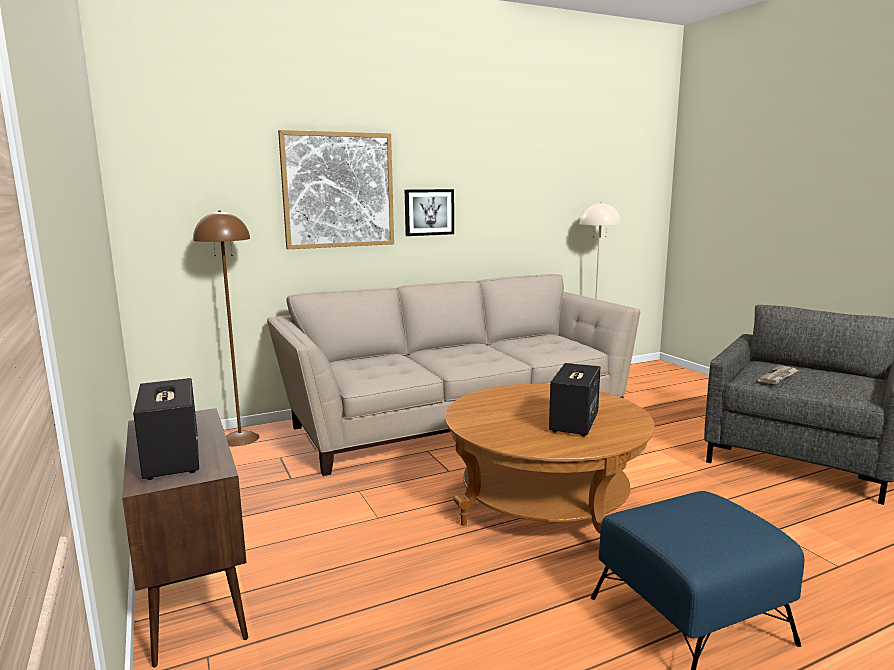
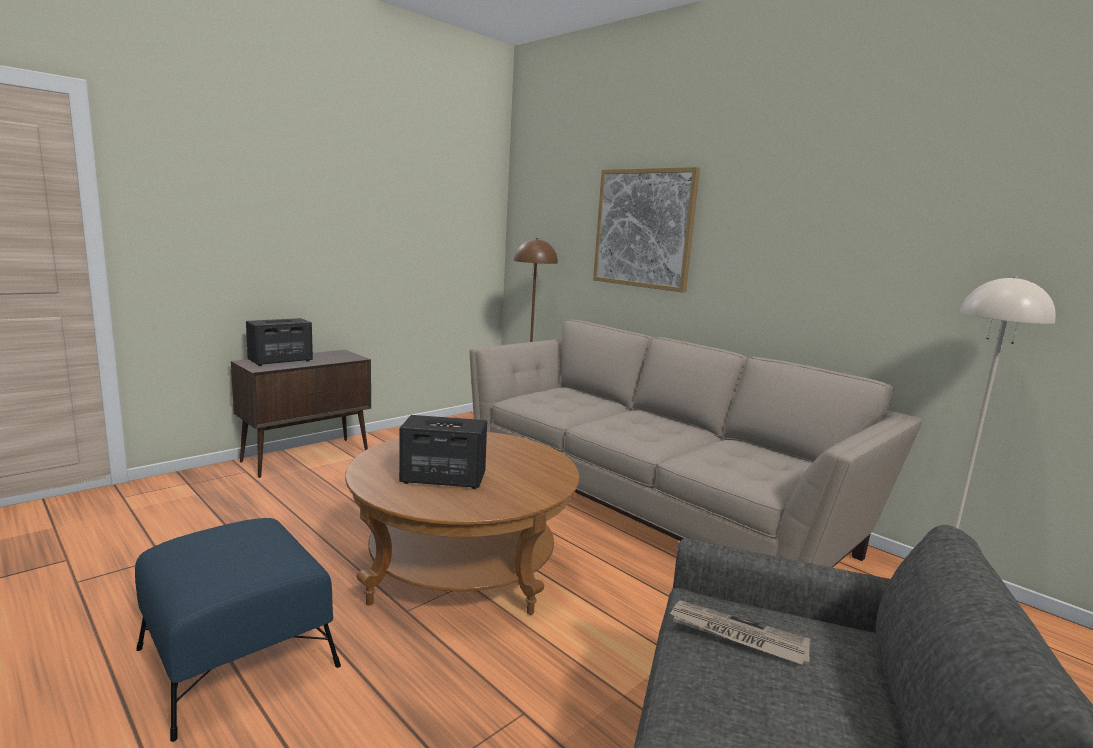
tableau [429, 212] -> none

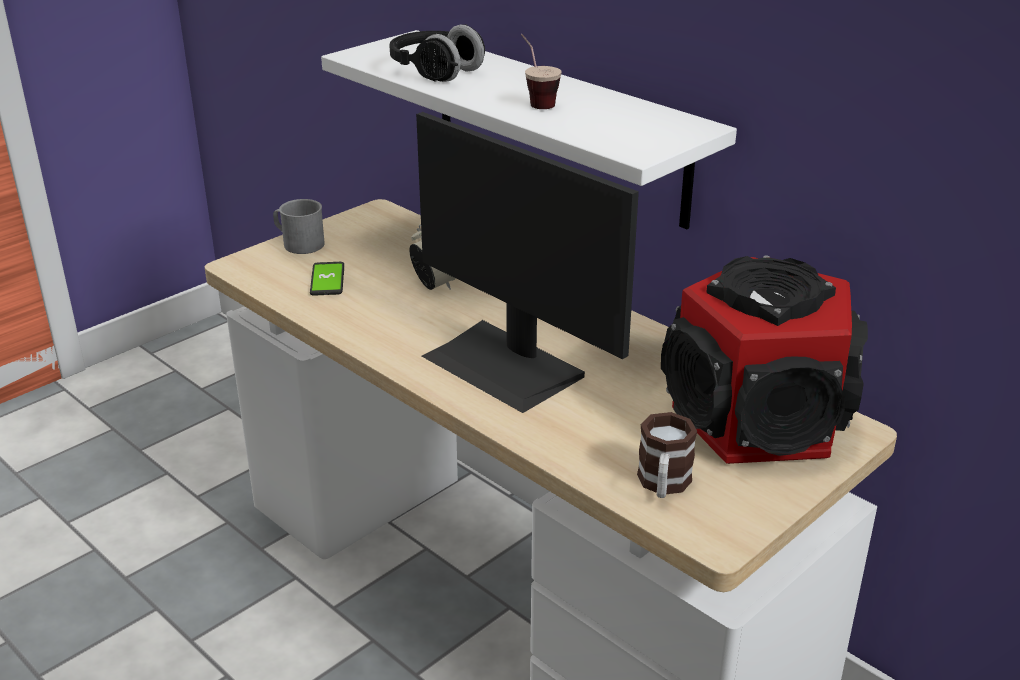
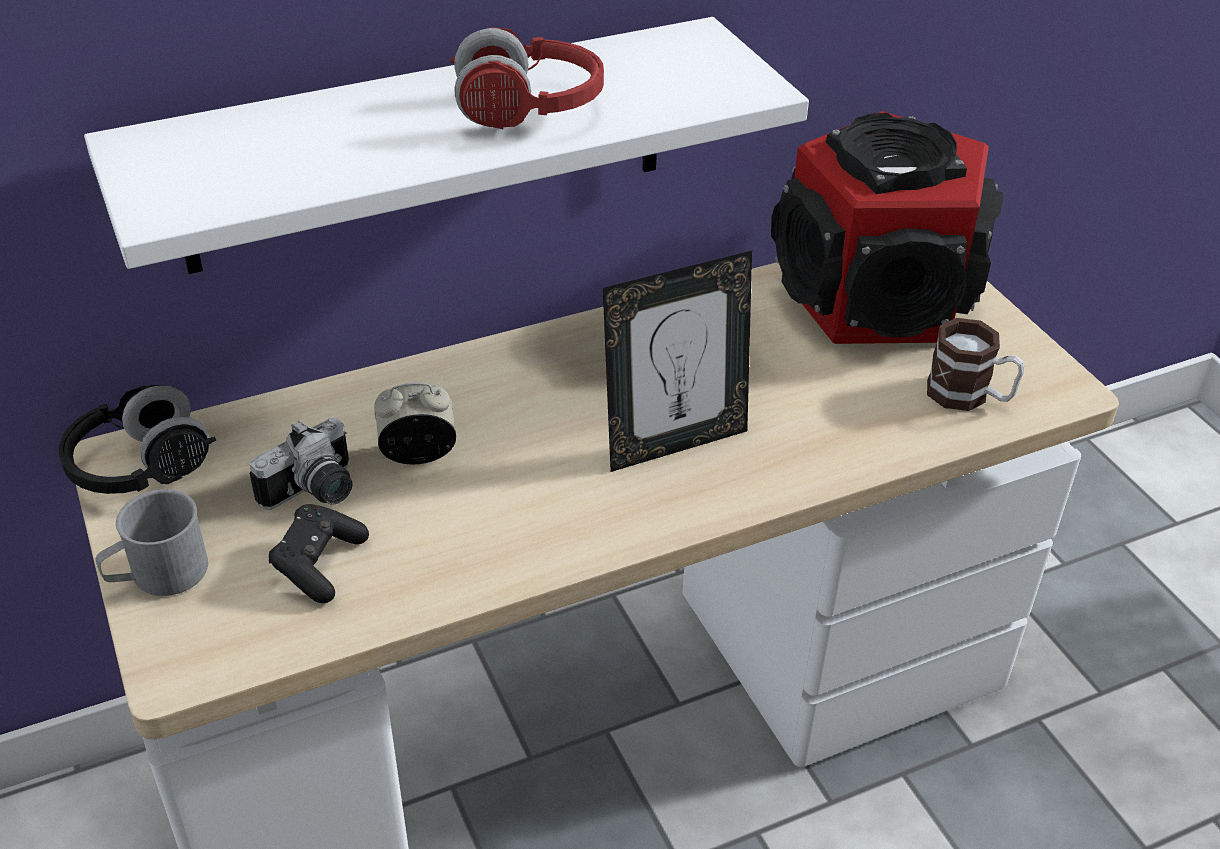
casque audio [noir] [436, 72] -> casque audio [noir] [141, 468], moved
tasse [535, 101] -> casque audio [rouge] [528, 110]
écran d'ordinateur [505, 365] -> cadre photo [674, 443]
téléphone [327, 280] -> manette [noir] [319, 564]
none -> appareil photo [315, 493]

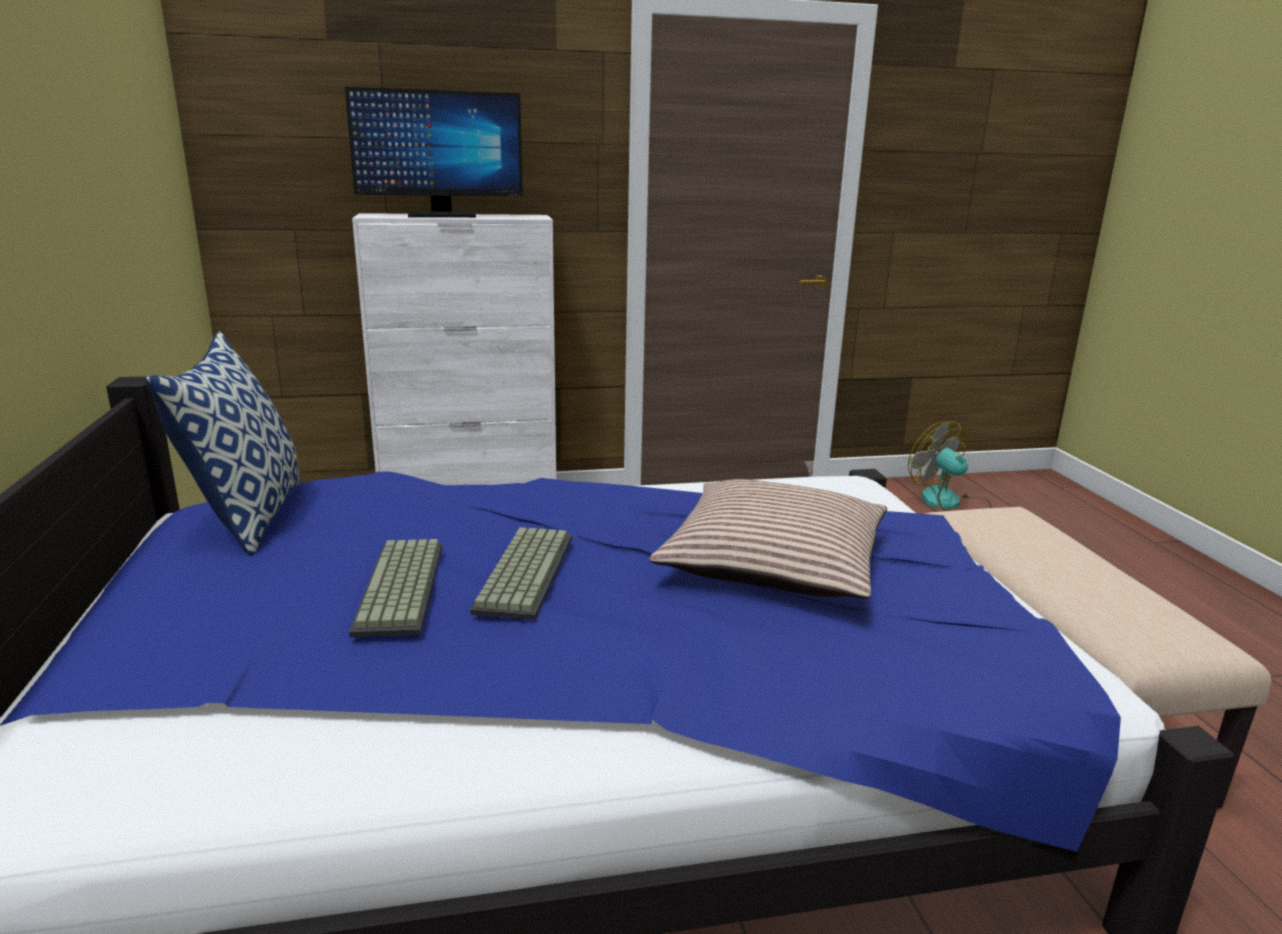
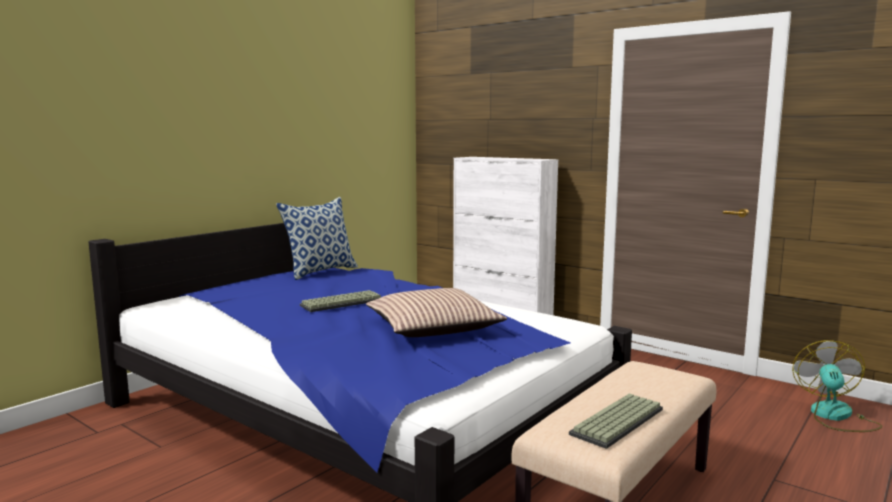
écran d'ordinateur [441, 216] -> none
clavier [403, 588] -> clavier [618, 422], moved

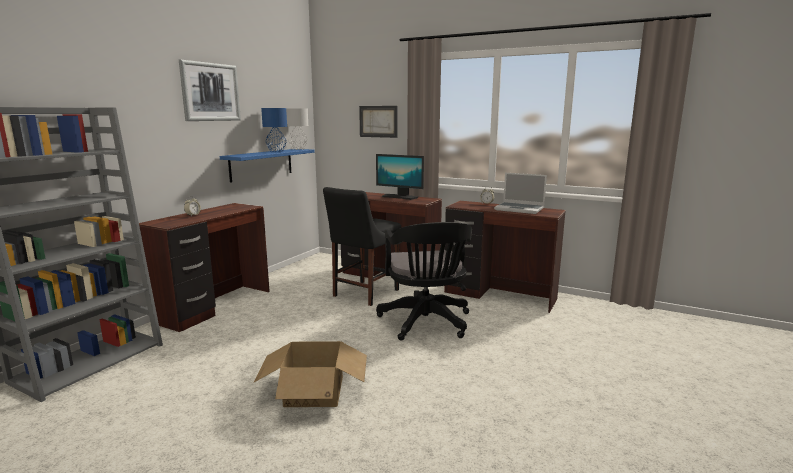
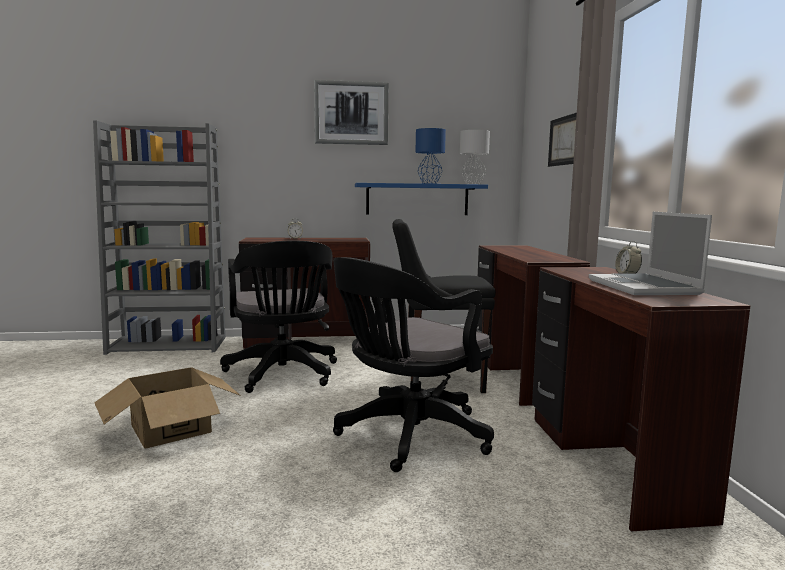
écran d'ordinateur [400, 197] -> none
none -> chaise de bureau [noir] [283, 375]

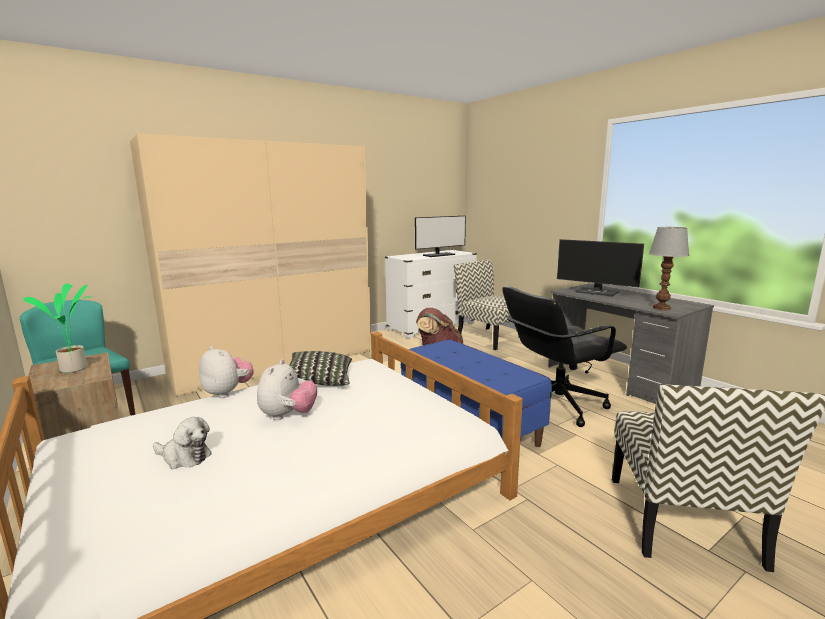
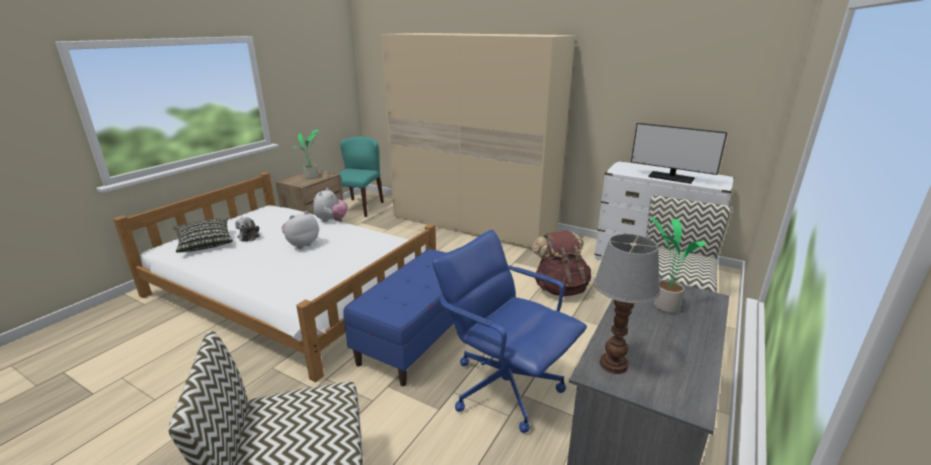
écran d'ordinateur [597, 292] -> plante en pot [664, 305]
chaise de bureau [noir] [556, 404] -> chaise de bureau [bleu] [505, 387]
coussin [319, 380] -> coussin [205, 243], moved
peluche [288, 416] -> peluche [301, 244], 150 degrees clockwise

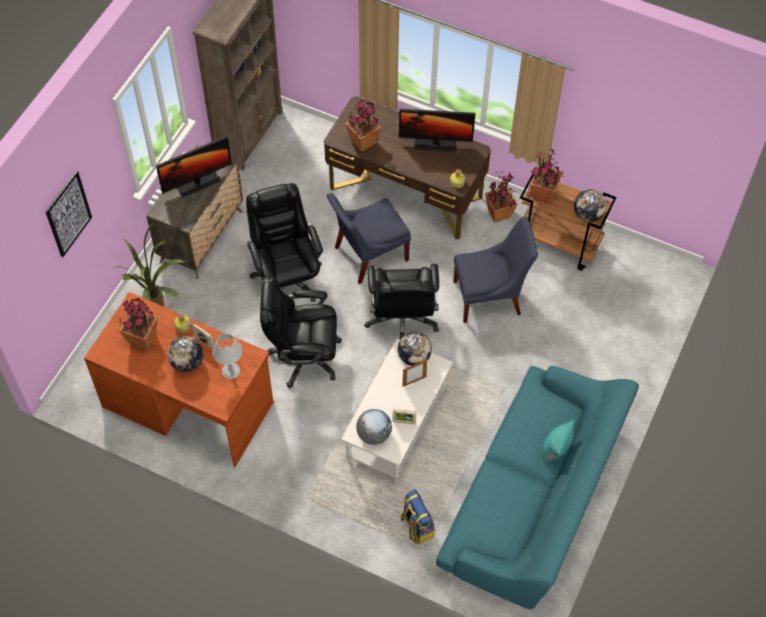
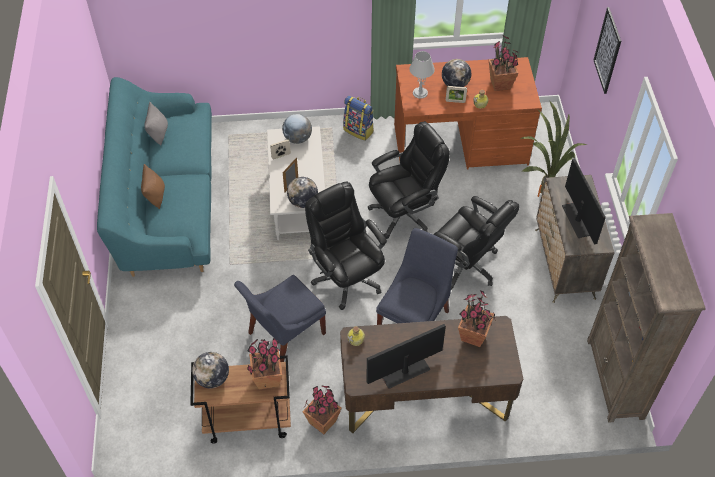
écran d'ordinateur [197, 182] -> écran d'ordinateur [578, 219], 135 degrees clockwise
coussin [turquoise] [555, 449] -> coussin [marron] [155, 195]
sac à dos [416, 526] -> sac à dos [359, 130], moved
none -> coussin [gris] [158, 133]

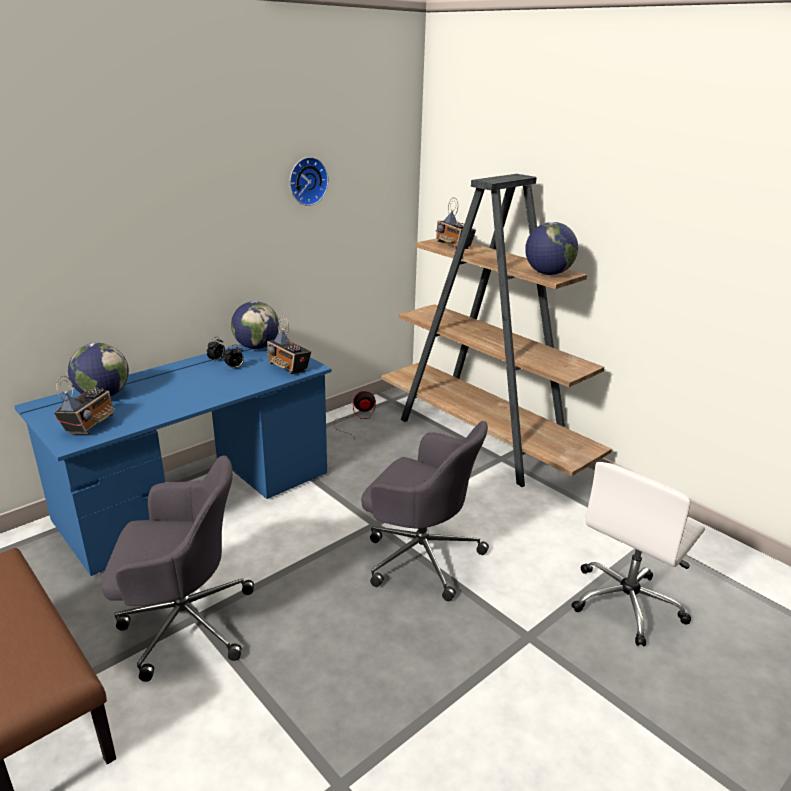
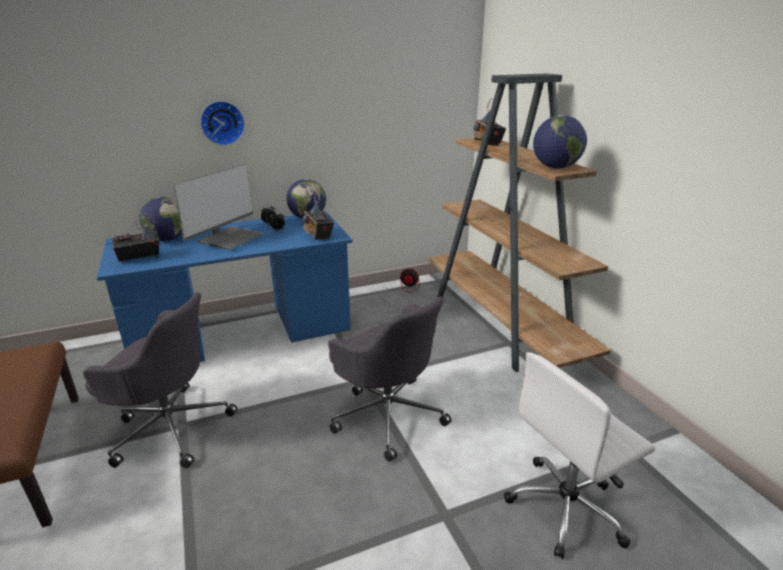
horloge murale [306, 181] -> horloge murale [222, 123], moved
radio [89, 425] -> radio [139, 258], 150 degrees counterclockwise
none -> écran d'ordinateur [230, 239]

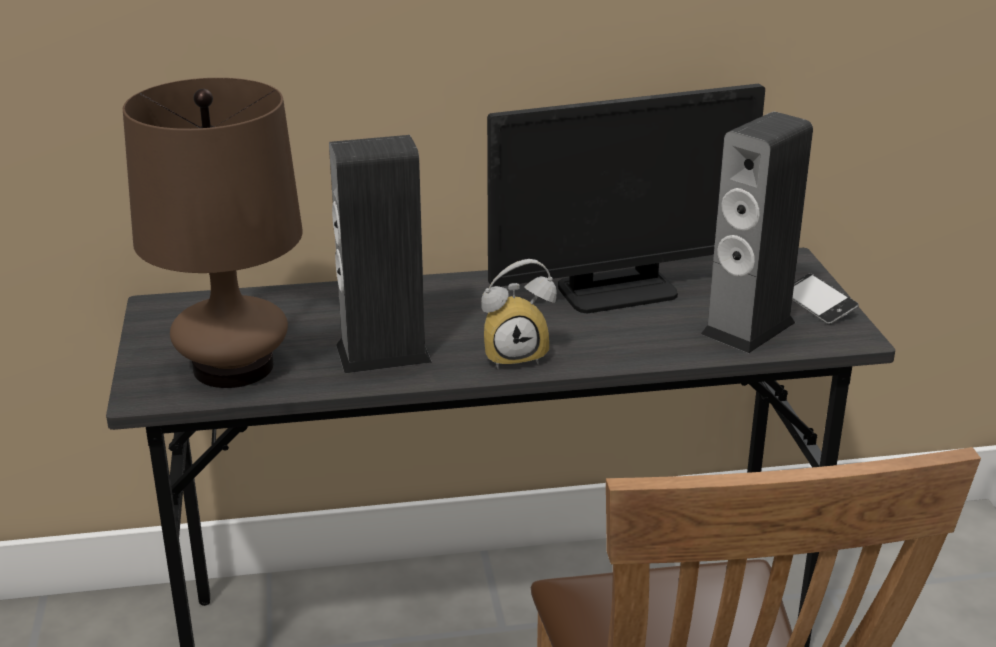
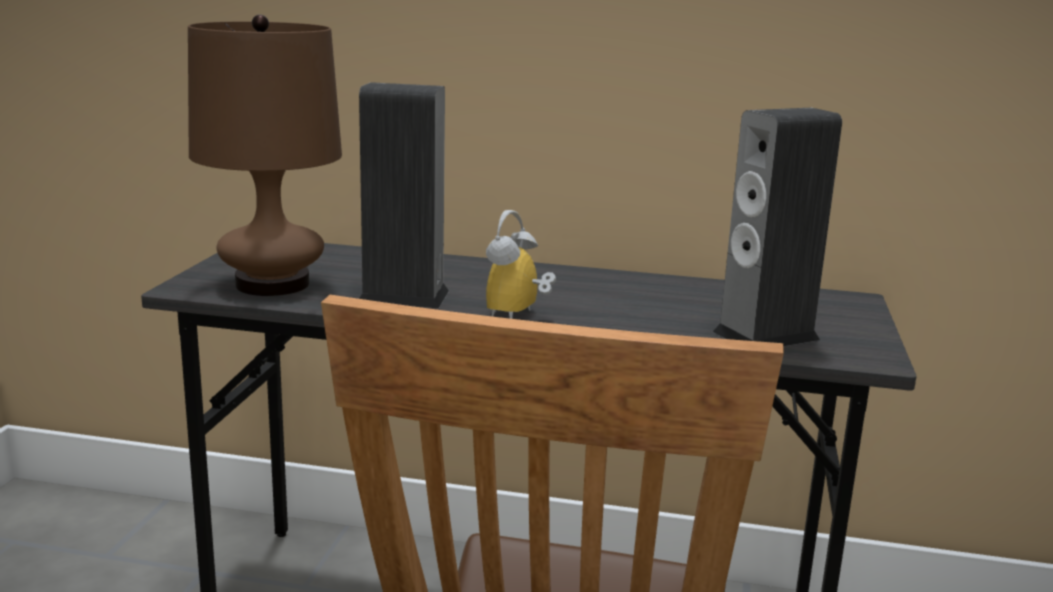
écran d'ordinateur [617, 290] -> none
réveil [516, 354] -> réveil [519, 316], 105 degrees clockwise
téléphone [818, 305] -> none

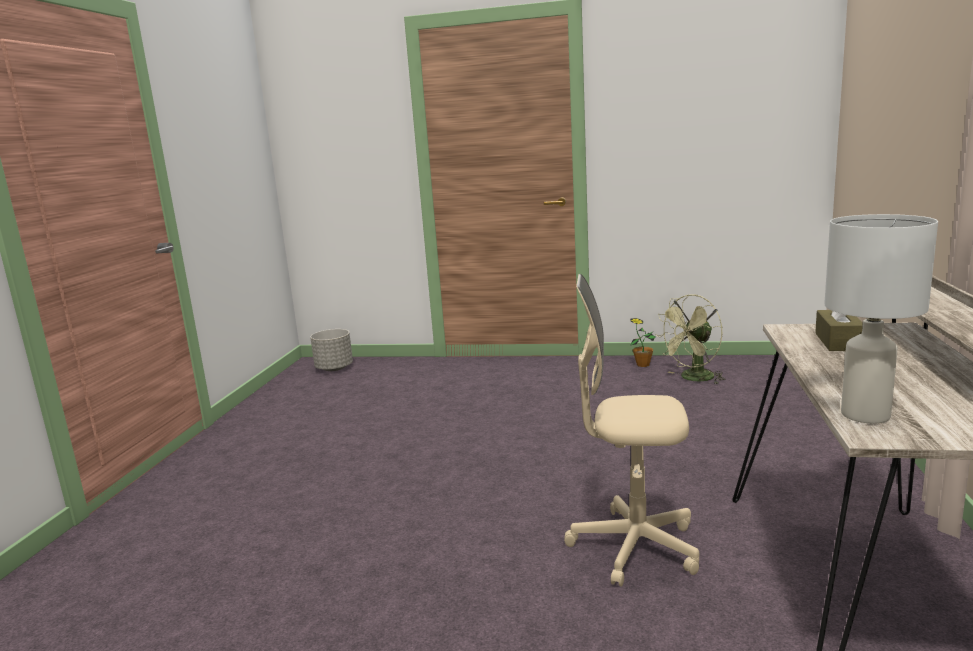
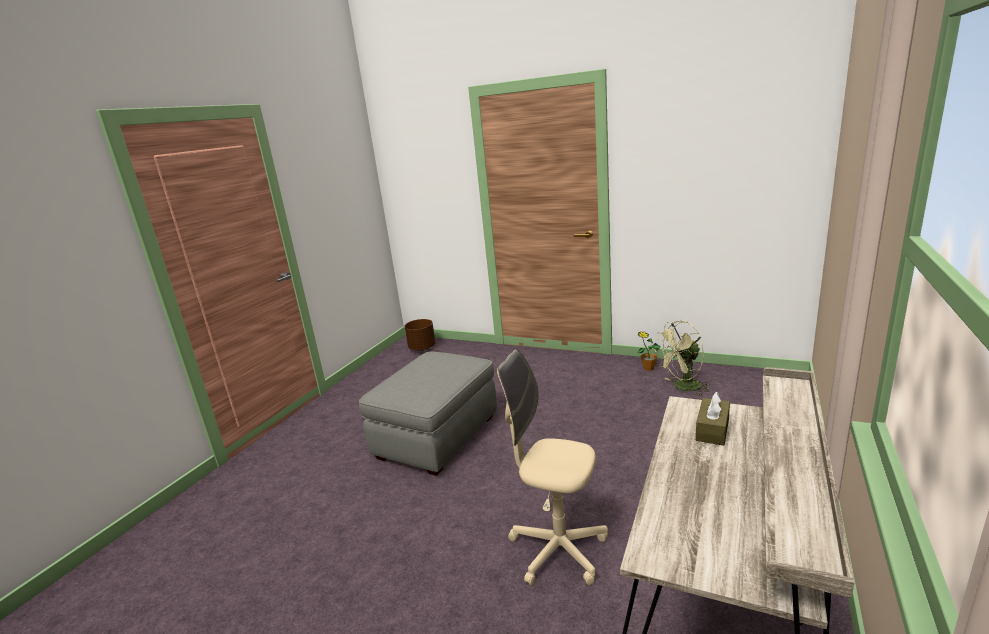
lampe de table [blanc] [864, 414] -> none
cache-pot [gris] [334, 368] -> cache-pot [marron] [422, 348]
none -> pouf [gris] [438, 436]

